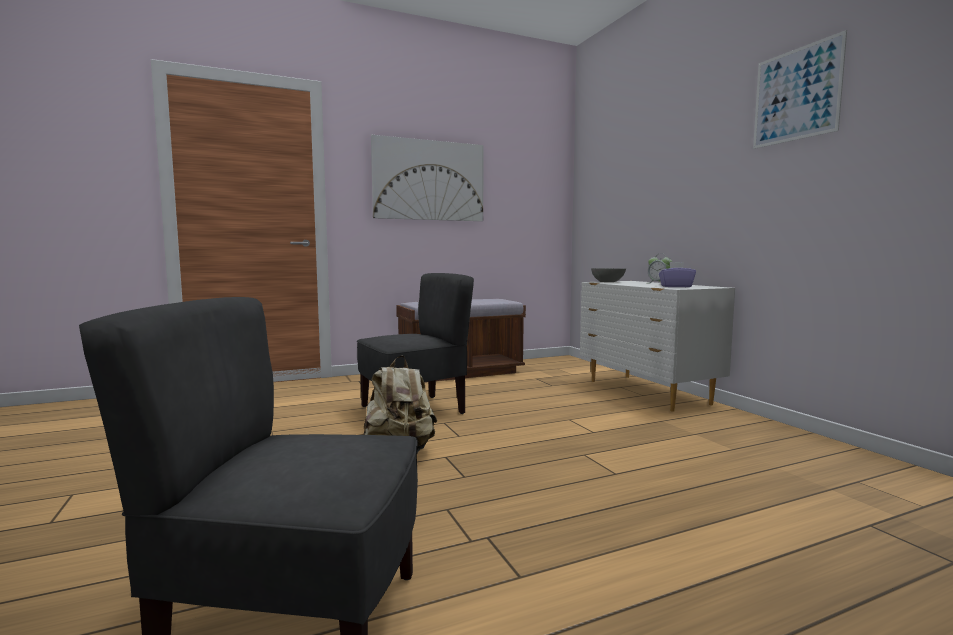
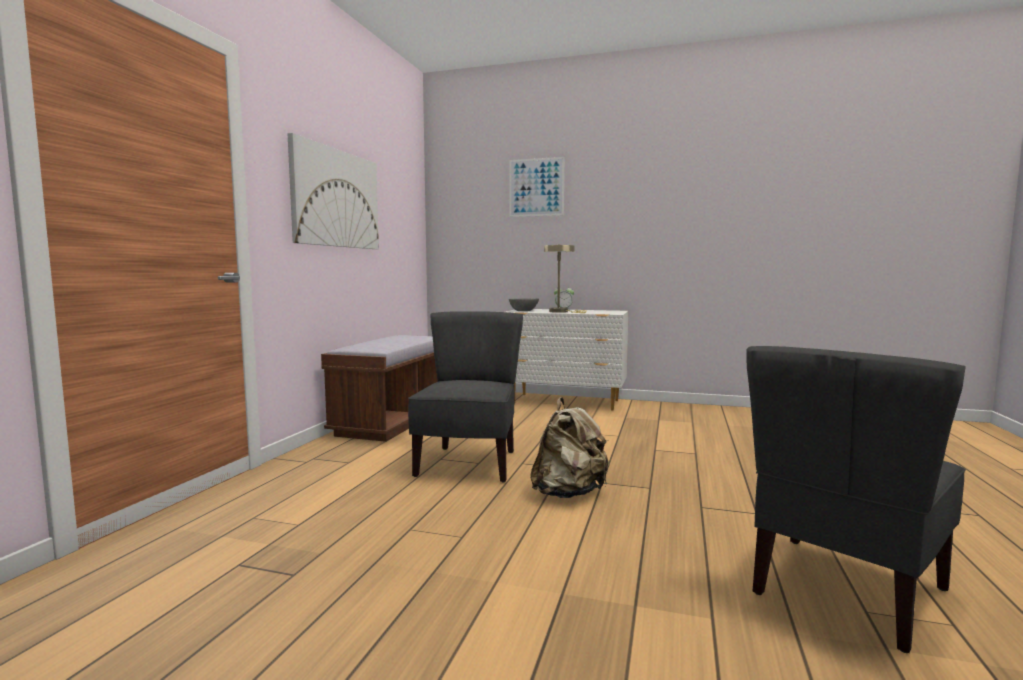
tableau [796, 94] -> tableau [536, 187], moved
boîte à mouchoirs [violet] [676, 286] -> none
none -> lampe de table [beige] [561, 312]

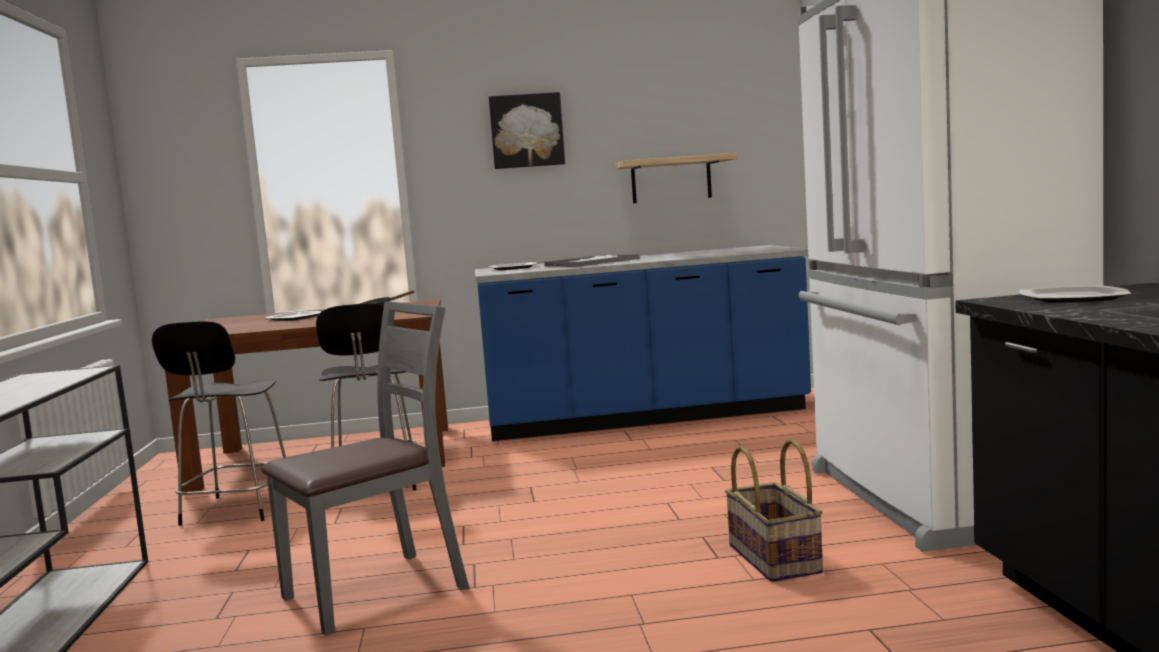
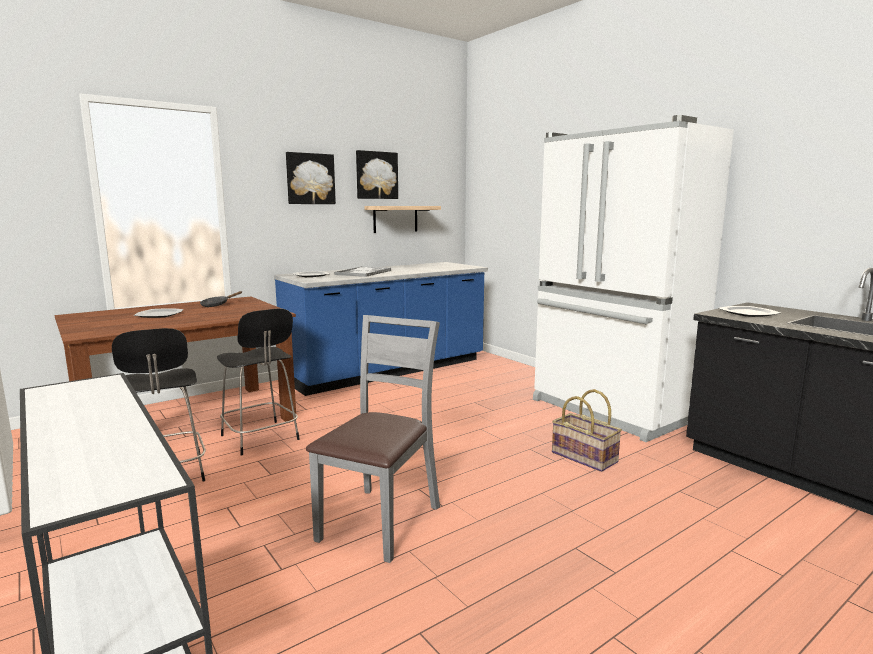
none -> tableau [376, 175]

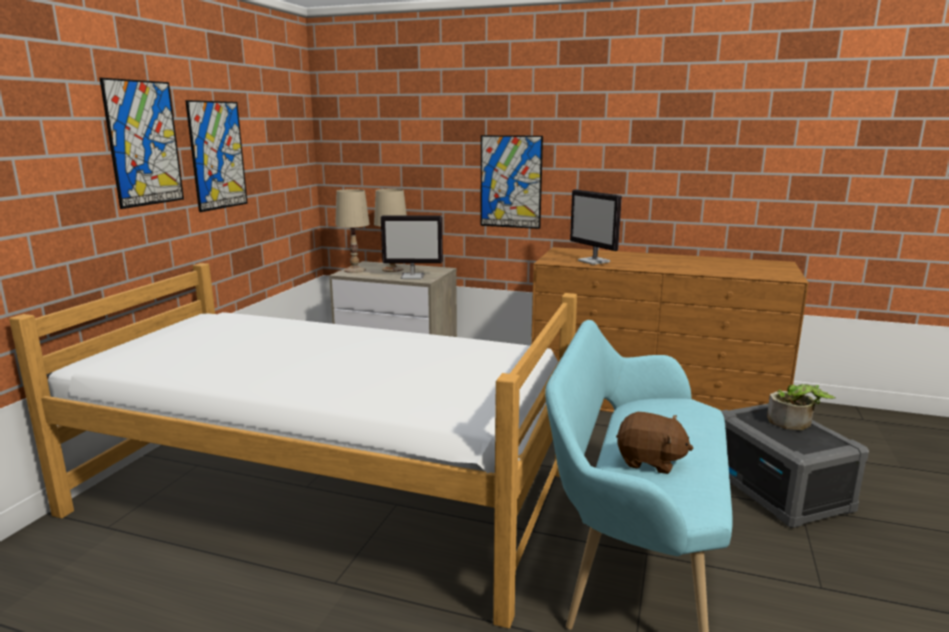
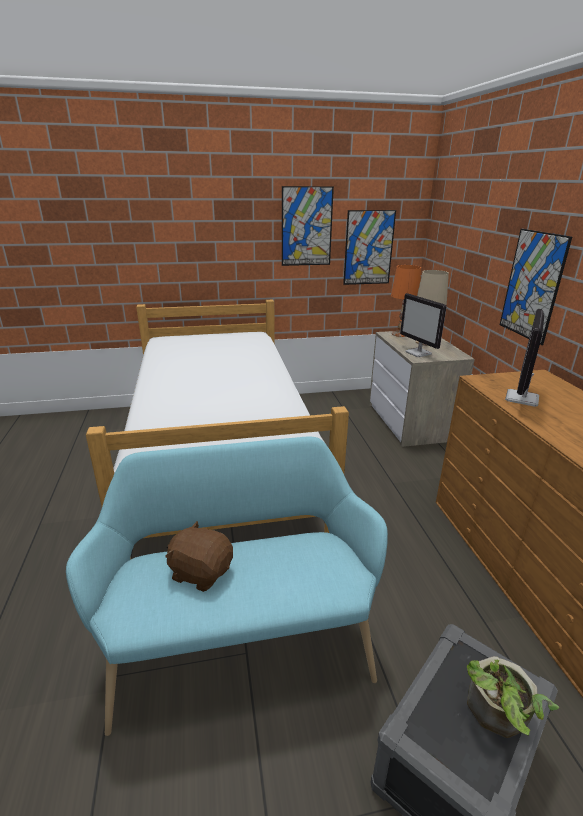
tableau [144, 143] -> tableau [368, 248], moved
lampe de table [beige] [355, 270] -> lampe de table [orange] [400, 334]
peluche [marron] [650, 461] -> peluche [marron] [201, 571], 120 degrees clockwise

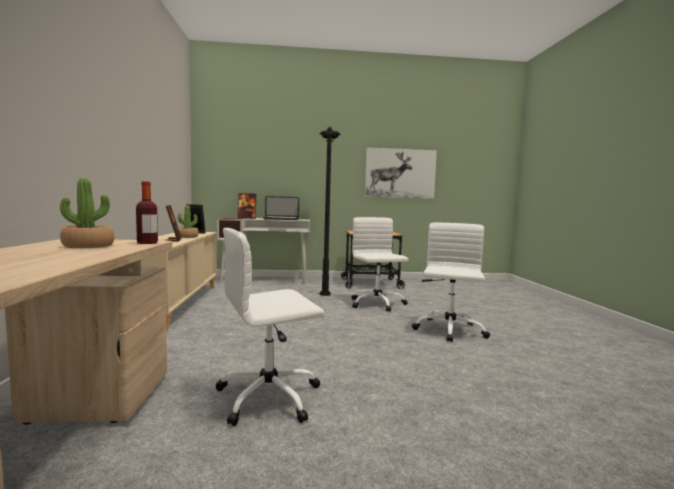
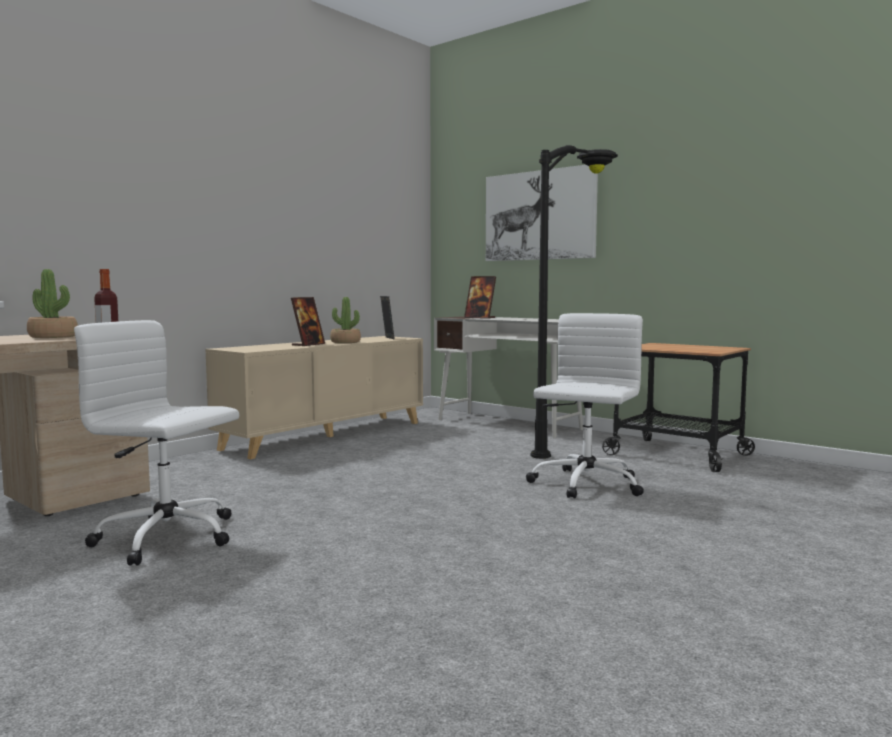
tableau [400, 173] -> tableau [539, 215], moved
ordinateur portable [281, 219] -> none
chaise de bureau [blanc] [449, 330] -> none

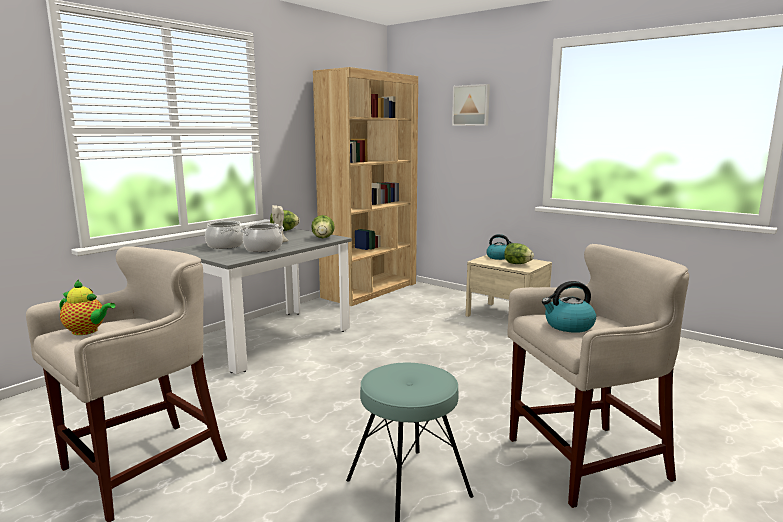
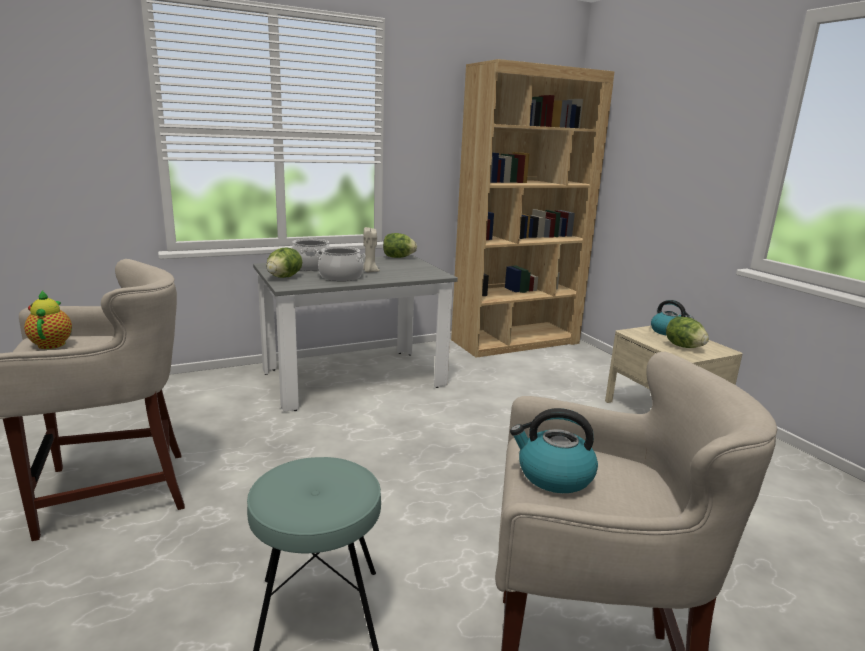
tableau [471, 105] -> none
laitue [323, 238] -> laitue [284, 277], moved
théière [87, 331] -> théière [52, 343], 150 degrees counterclockwise

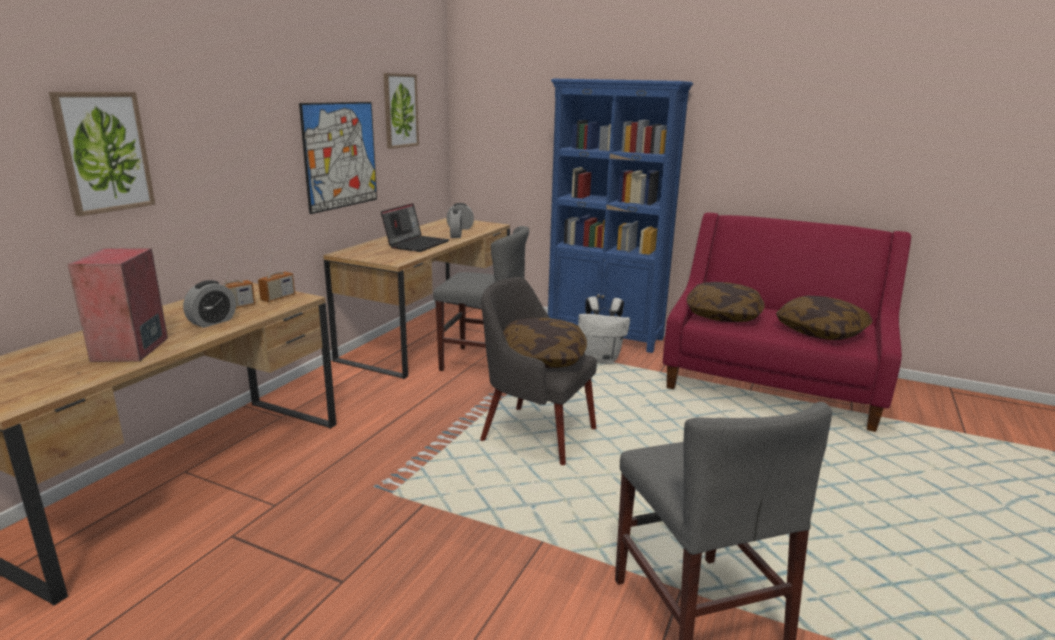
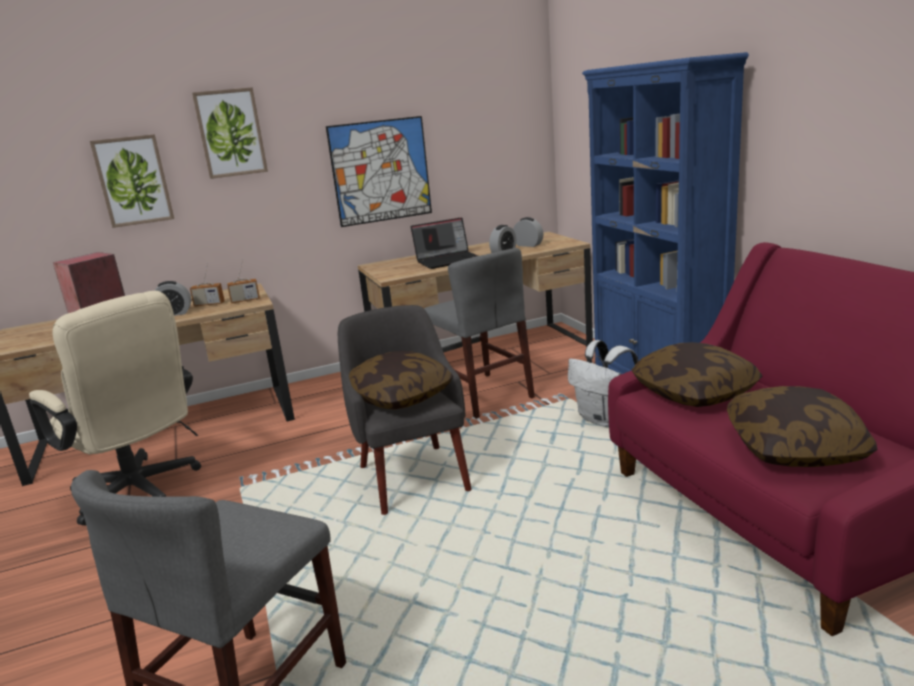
tableau [400, 110] -> tableau [230, 133], moved
none -> chaise de bureau [beige] [141, 493]

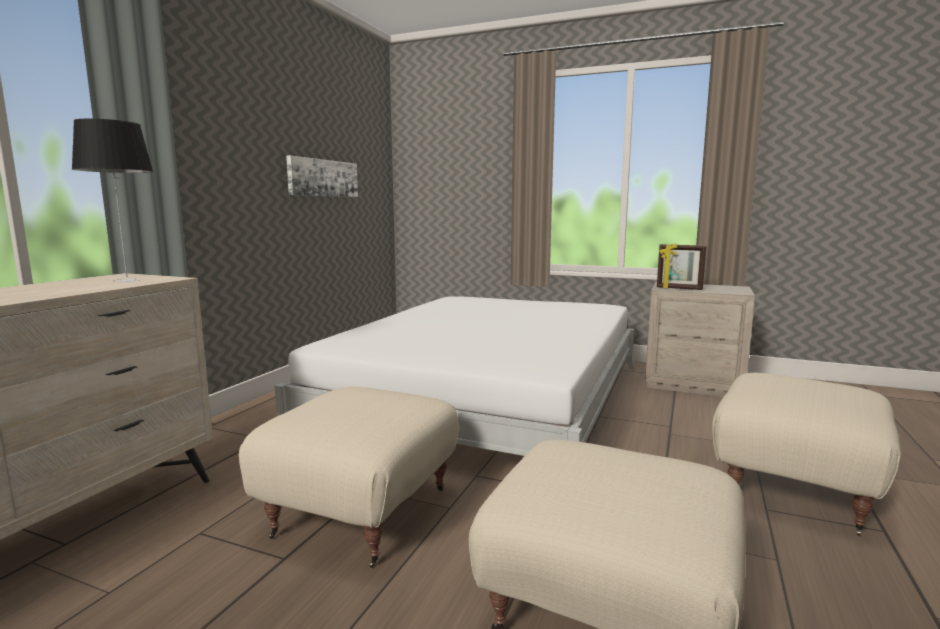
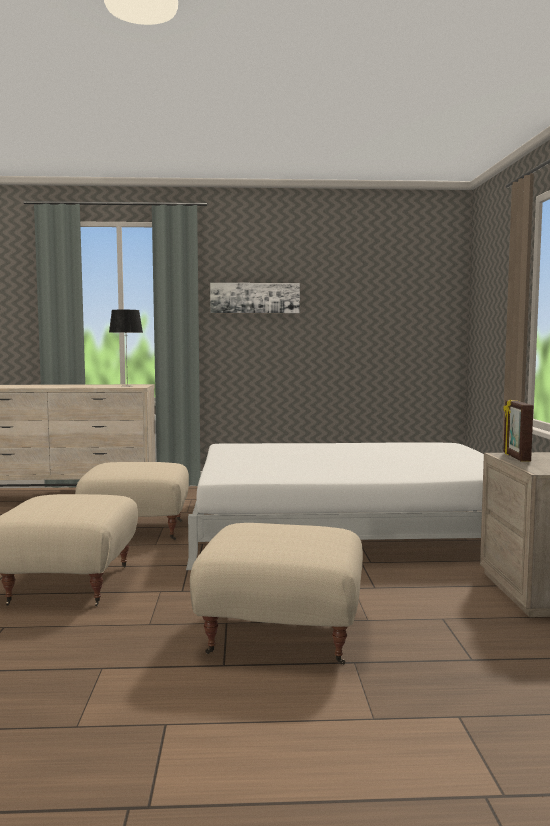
tableau [323, 178] -> tableau [255, 298], moved

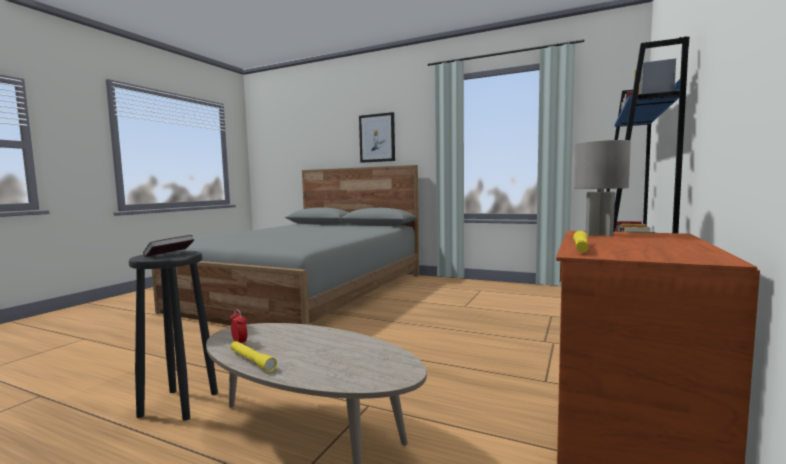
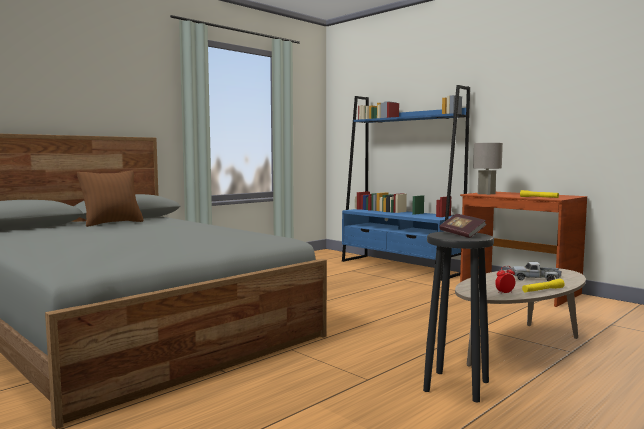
tableau [377, 138] -> none
none -> coussin [marron] [112, 223]
none -> camion jouet [535, 278]

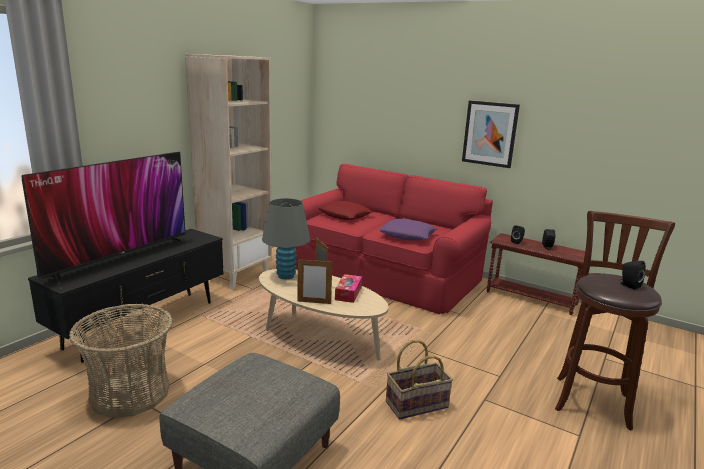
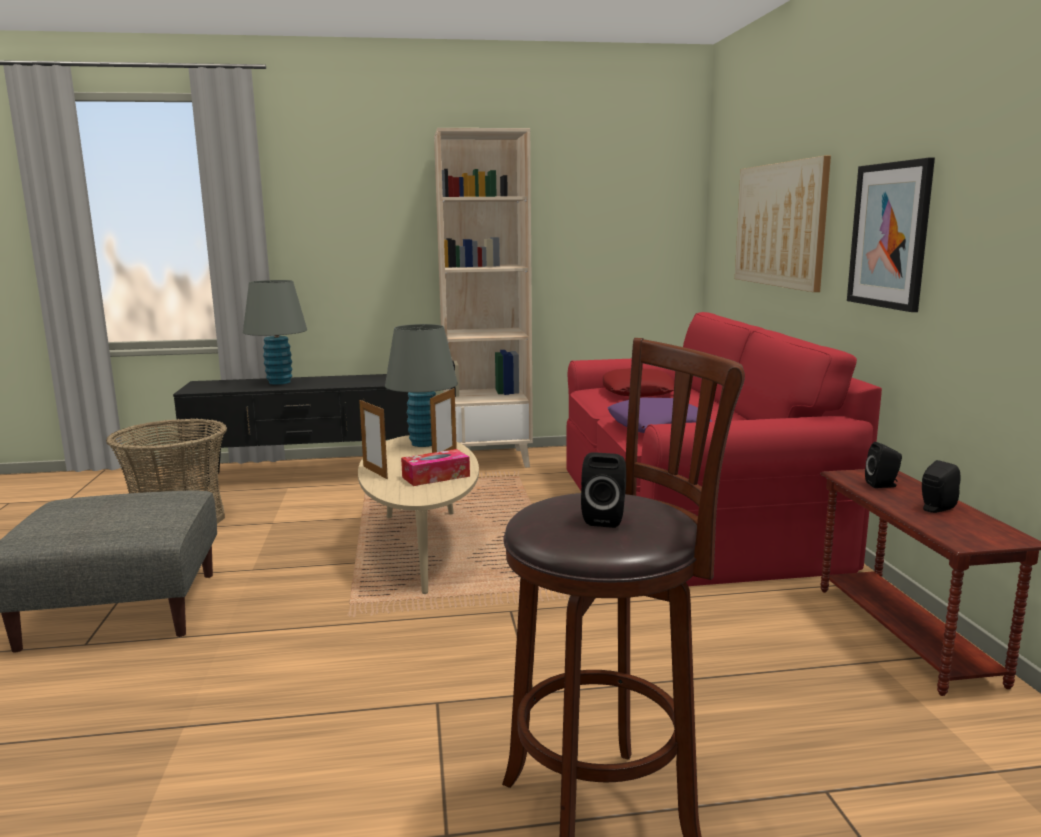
téléviseur [119, 259] -> lampe de table [gris] [280, 382]
panier [416, 404] -> none
none -> tableau [779, 225]

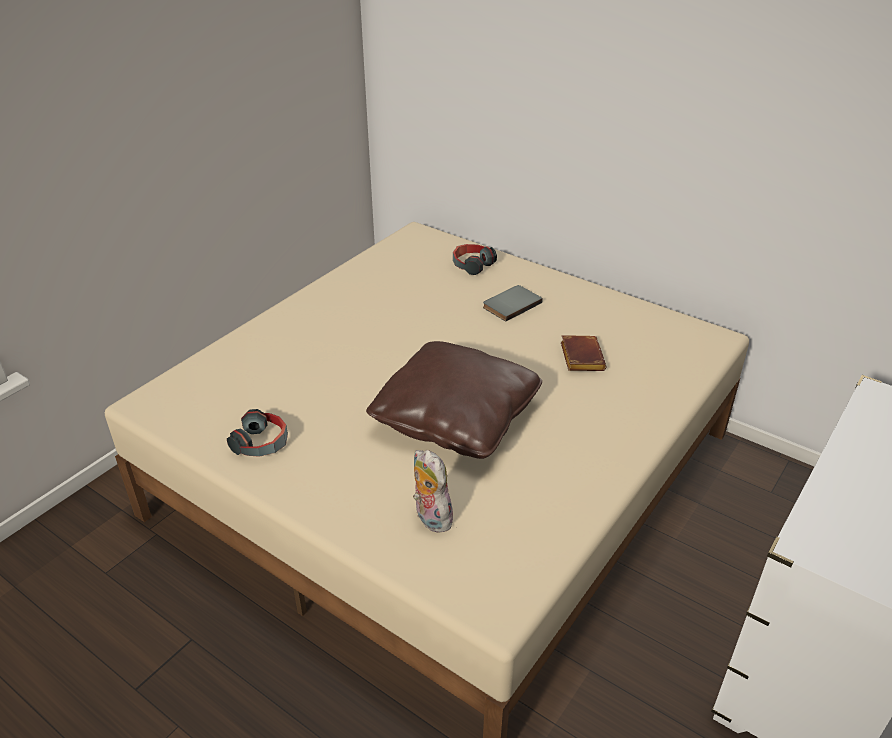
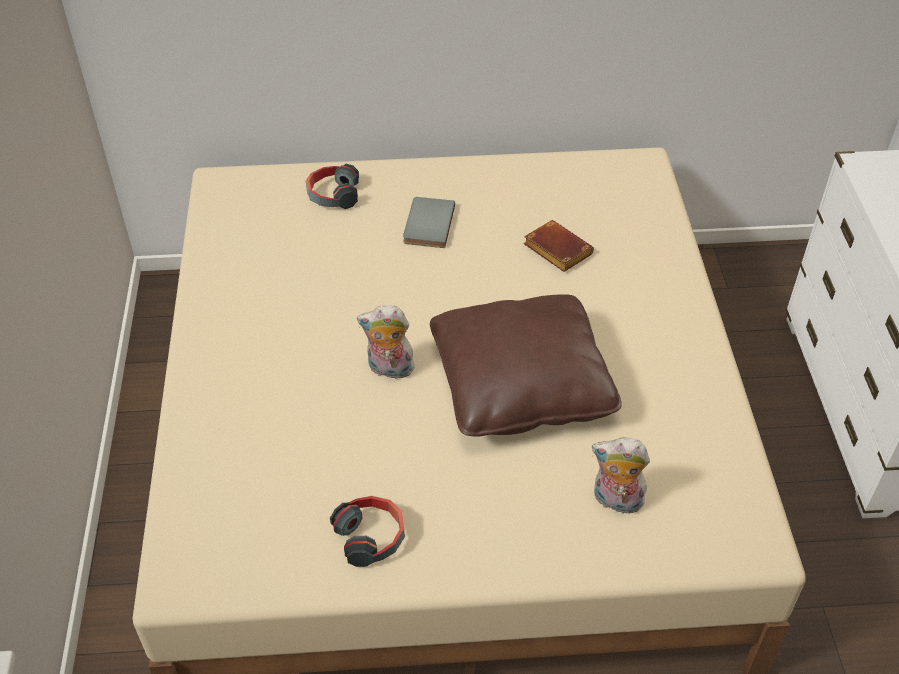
none -> peluche [389, 370]

